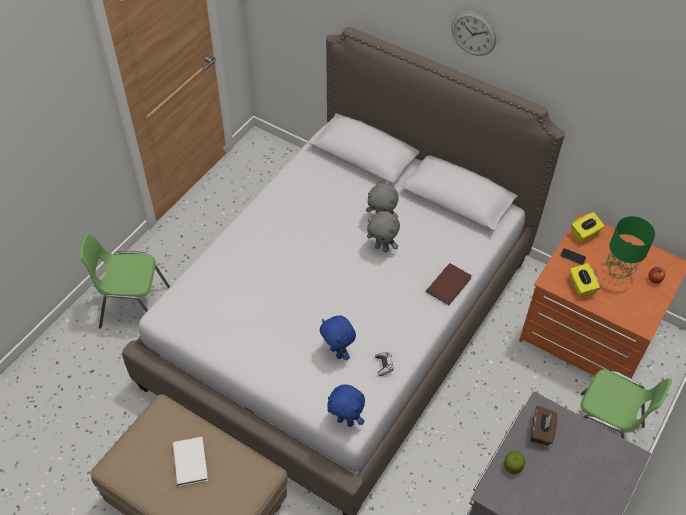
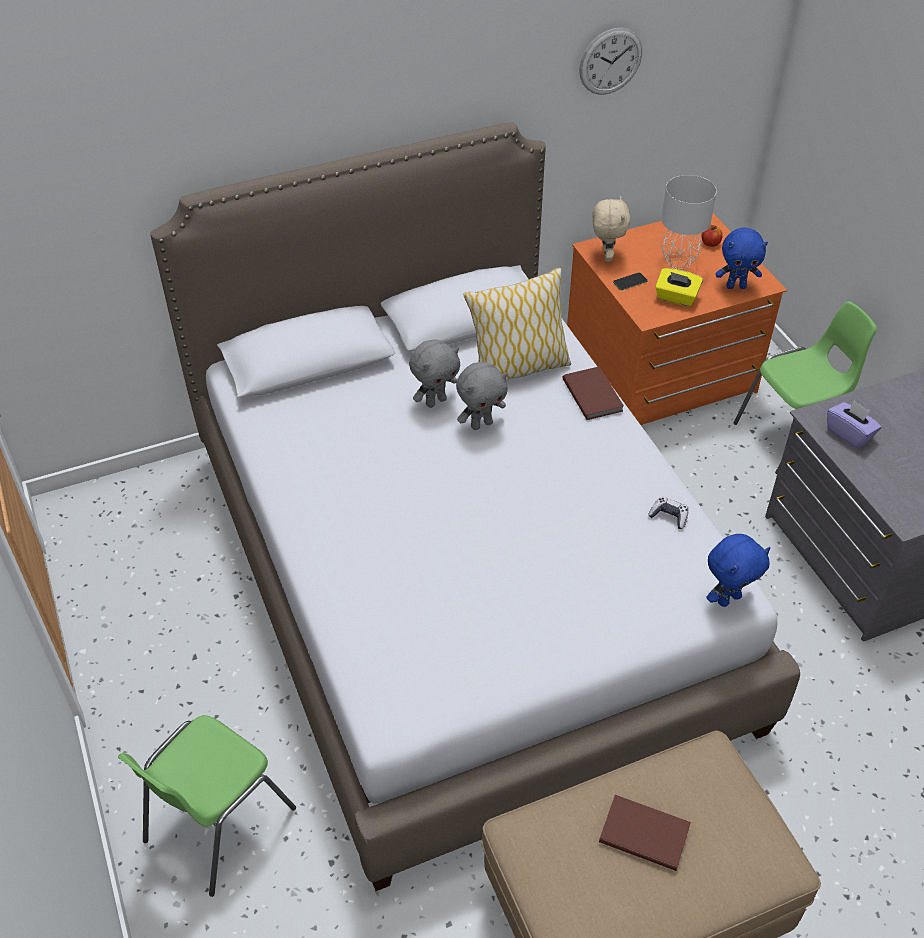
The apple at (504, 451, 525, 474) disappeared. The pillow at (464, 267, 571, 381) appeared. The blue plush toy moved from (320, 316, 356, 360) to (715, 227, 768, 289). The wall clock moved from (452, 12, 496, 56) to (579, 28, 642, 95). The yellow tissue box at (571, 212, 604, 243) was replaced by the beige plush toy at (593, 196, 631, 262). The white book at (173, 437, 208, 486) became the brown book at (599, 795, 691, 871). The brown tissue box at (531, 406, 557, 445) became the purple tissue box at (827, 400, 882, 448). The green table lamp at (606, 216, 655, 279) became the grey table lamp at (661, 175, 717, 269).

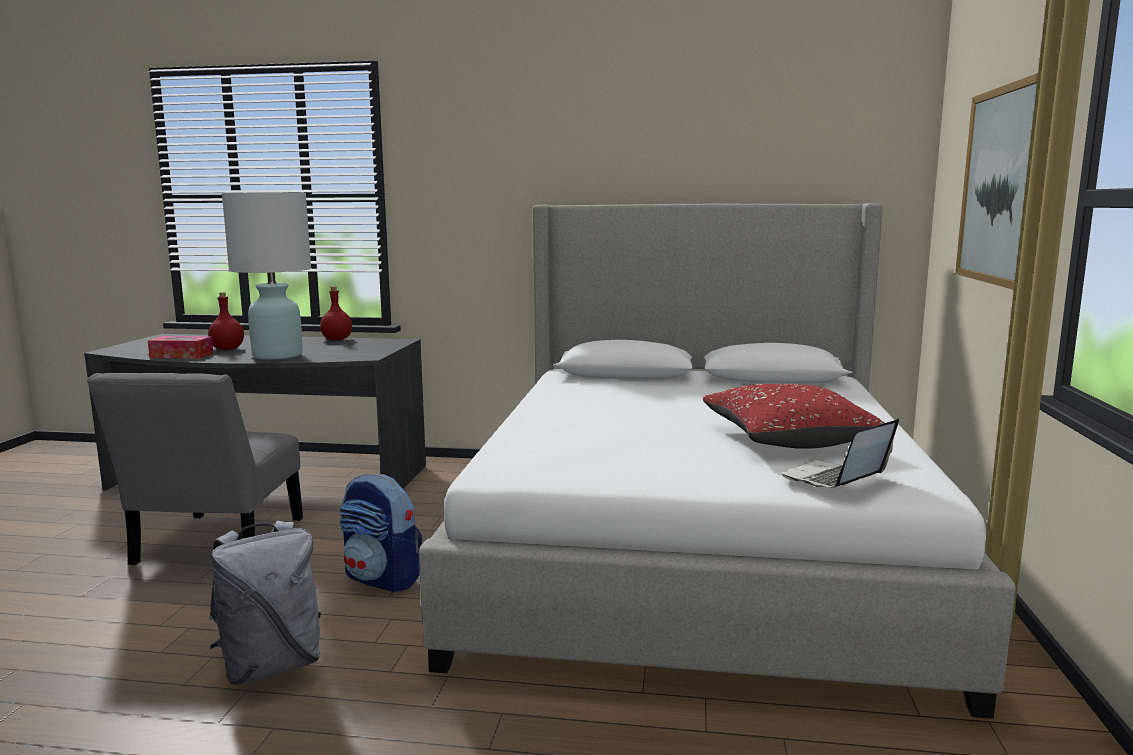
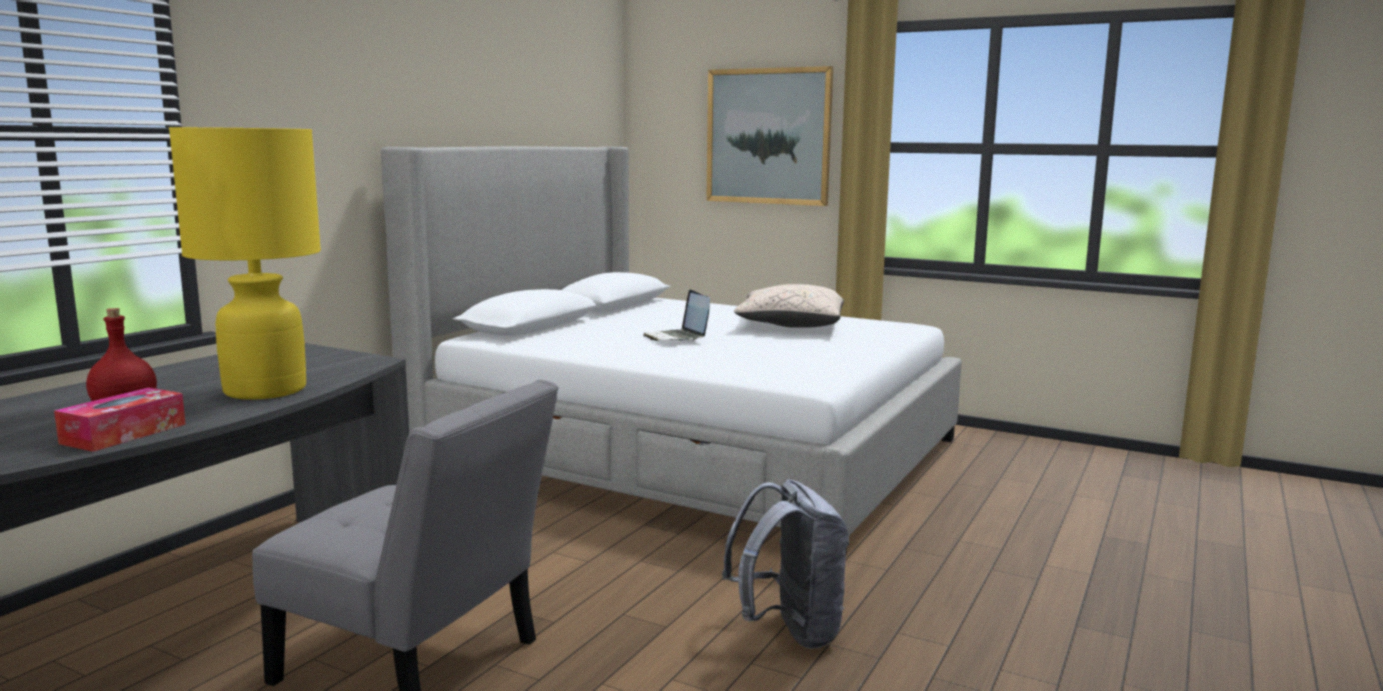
The red bottle at (320, 286, 352, 340) disappeared. The backpack at (339, 474, 422, 593) disappeared. The laptop moved from (782, 419, 899, 488) to (643, 289, 710, 341). The white table lamp at (222, 193, 311, 360) became the yellow table lamp at (169, 127, 321, 400). The red pillow at (703, 384, 884, 449) became the beige pillow at (734, 284, 844, 328).

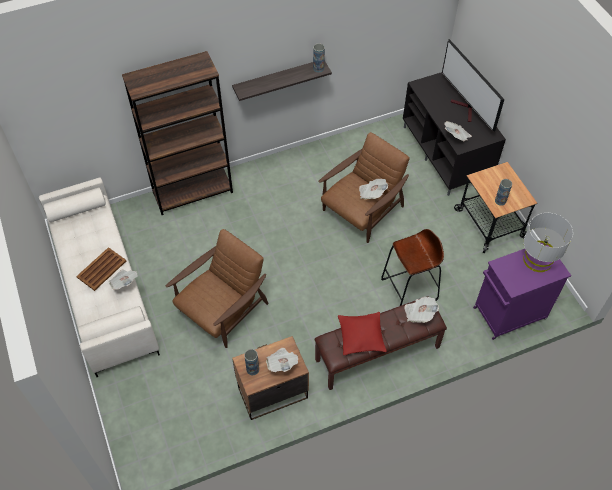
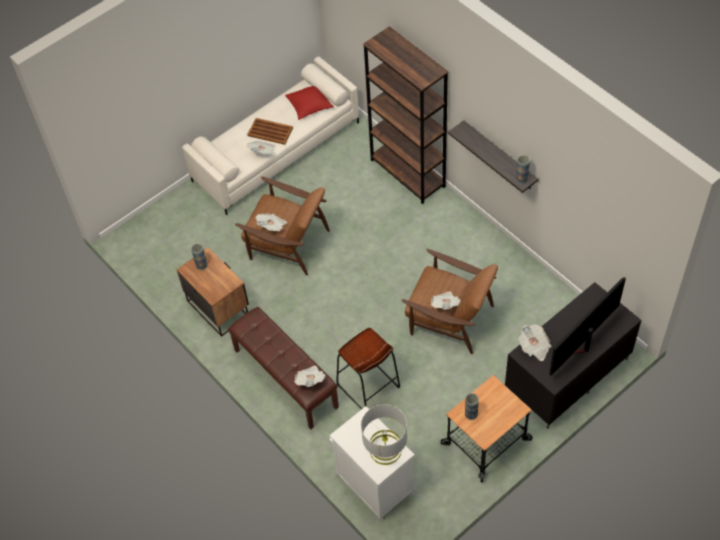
The newspaper moved from (266, 348, 298, 372) to (255, 214, 287, 231). The red pillow moved from (338, 312, 387, 355) to (285, 86, 334, 120). The purple cabinet at (473, 243, 571, 340) became the white cabinet at (330, 406, 415, 522).

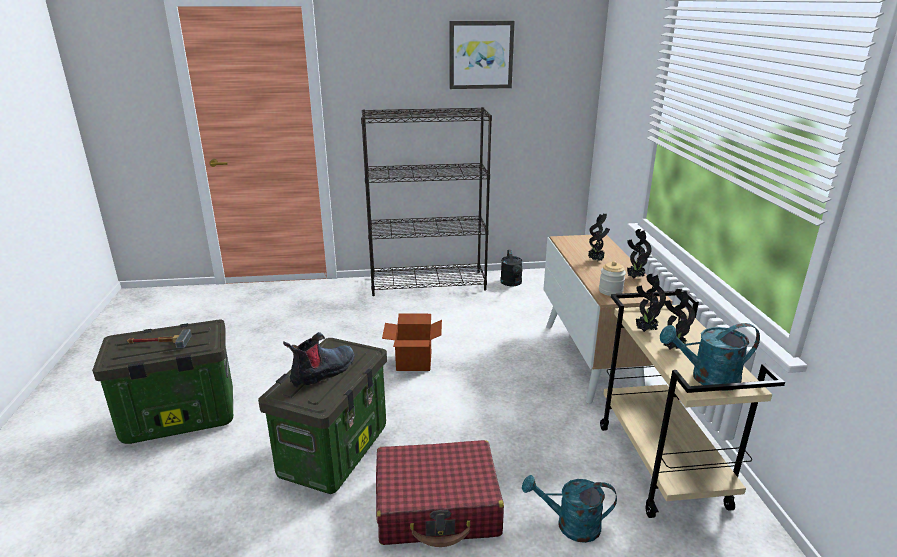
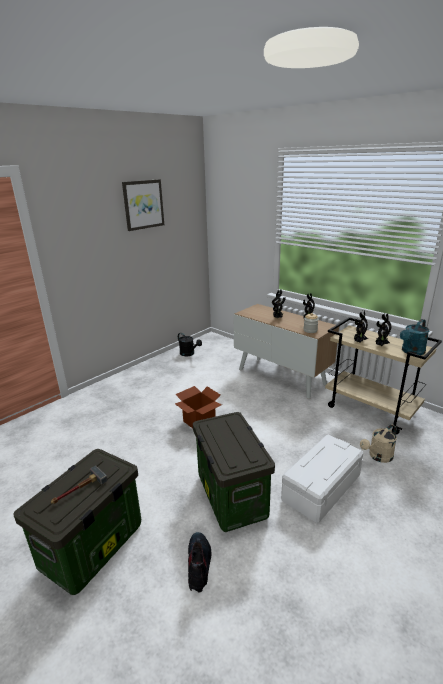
The black bookcase at (361, 107, 492, 296) disappeared. The boot moved from (283, 332, 355, 388) to (188, 532, 211, 593). The red suitcase at (376, 440, 504, 547) was replaced by the white storage box at (281, 434, 363, 523). The turquoise watering can at (522, 475, 617, 543) became the beige watering can at (360, 424, 397, 463).

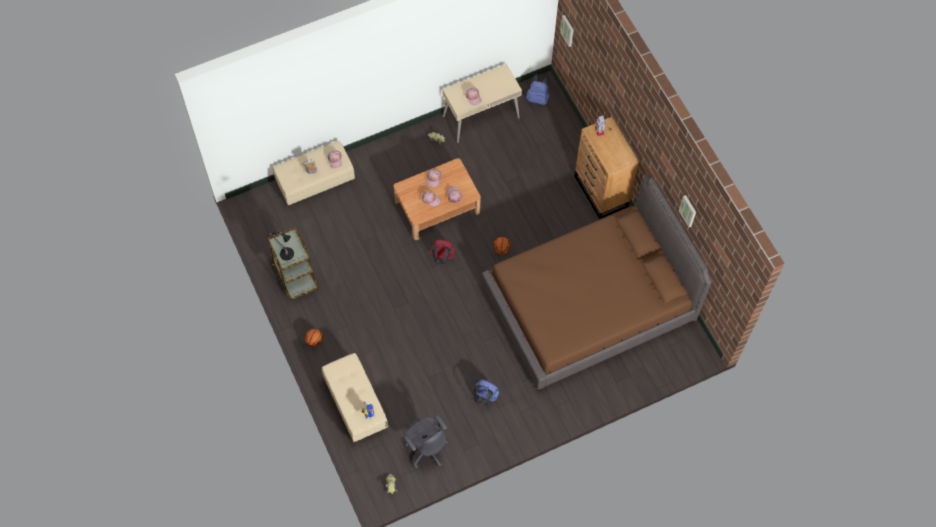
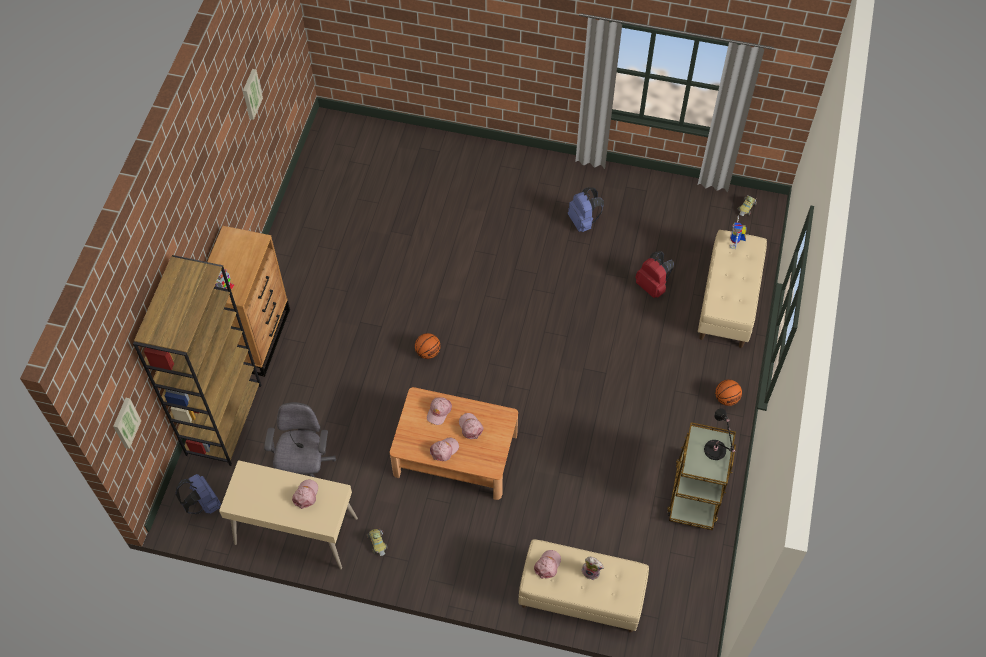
The brown bed at (481, 174, 712, 392) disappeared. The brown bookcase at (133, 255, 261, 466) appeared. The grey office chair moved from (404, 414, 448, 468) to (264, 402, 336, 477). The red backpack moved from (431, 240, 455, 265) to (635, 251, 674, 298).

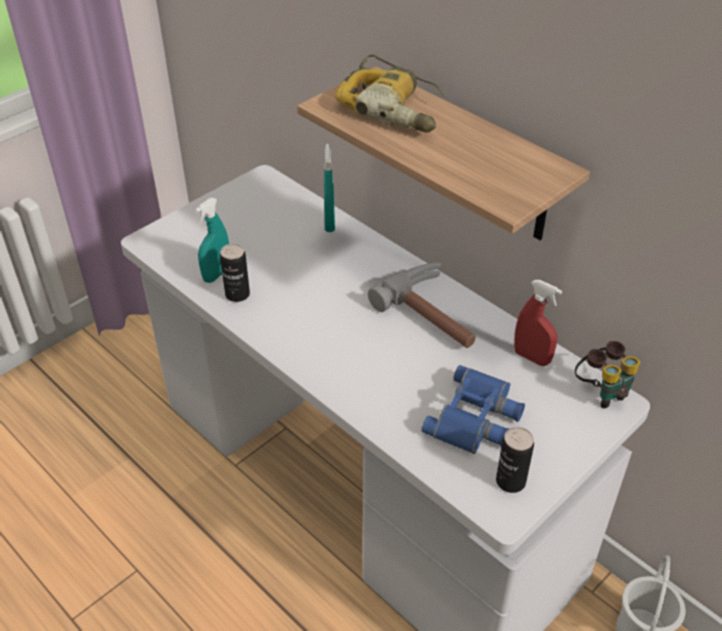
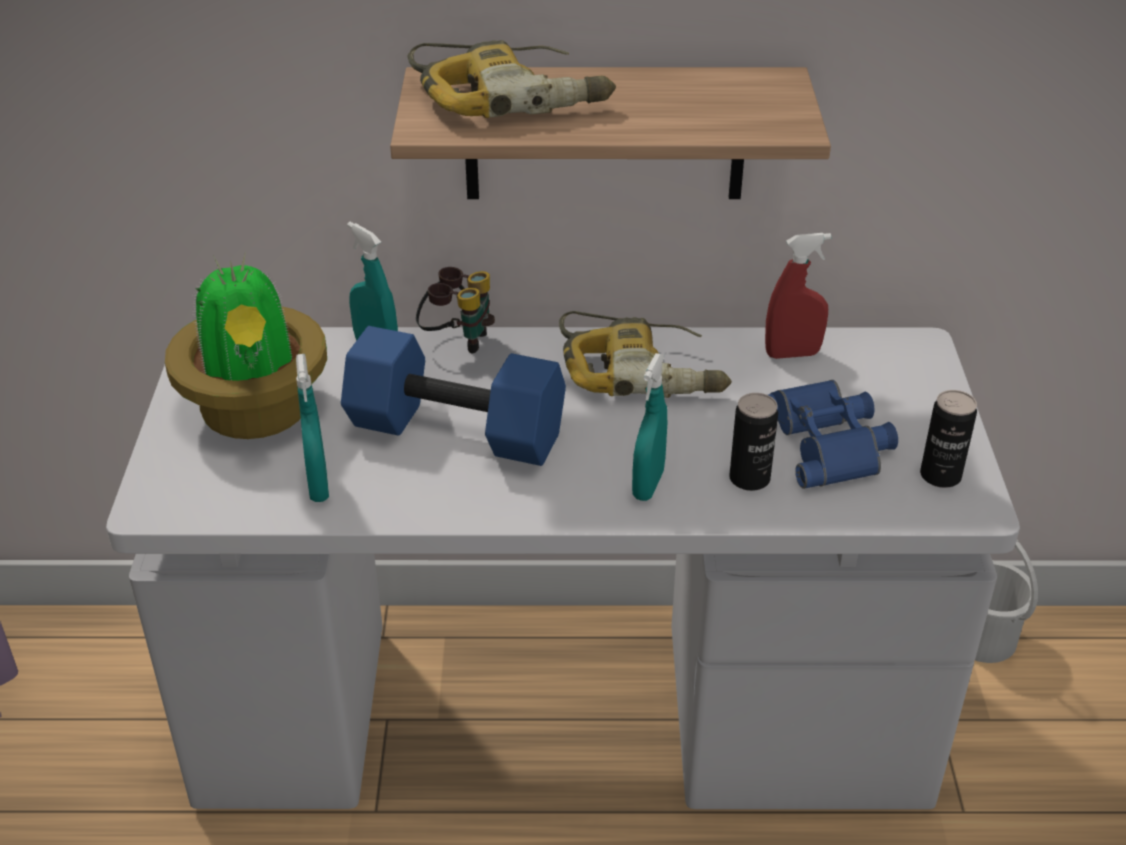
The potted plant at (165, 251, 327, 439) appeared. The blue dumbbell at (341, 326, 566, 466) appeared. The turquoise spray bottle at (632, 353, 667, 501) appeared. The can moved from (220, 244, 250, 302) to (729, 393, 778, 491). The binoculars moved from (575, 341, 640, 408) to (416, 267, 495, 353). The hammer at (368, 262, 476, 348) was replaced by the power drill at (559, 311, 732, 398).

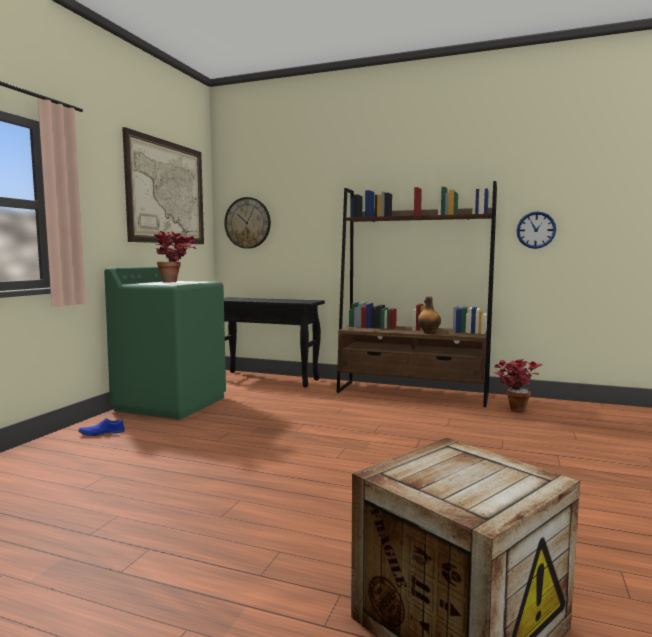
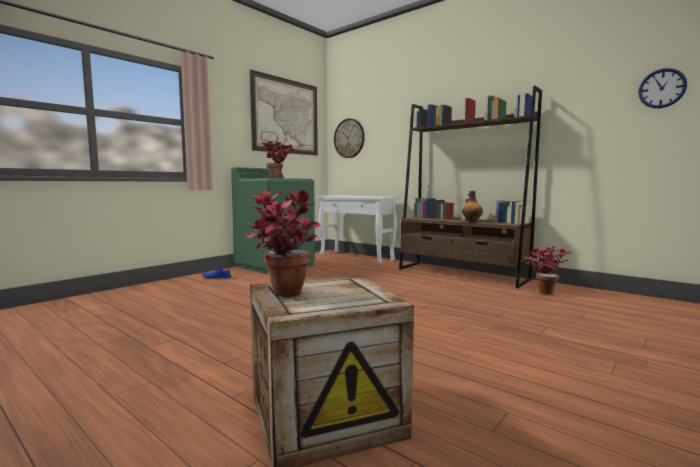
The potted plant at (246, 190, 320, 297) appeared. The wall clock moved from (516, 211, 556, 249) to (638, 68, 687, 108). The black console table at (224, 297, 325, 387) became the white console table at (316, 195, 401, 264).

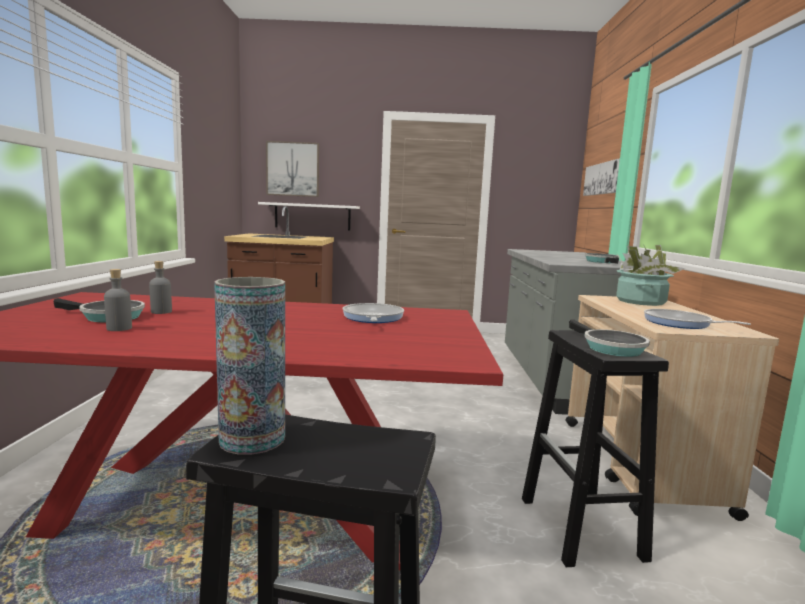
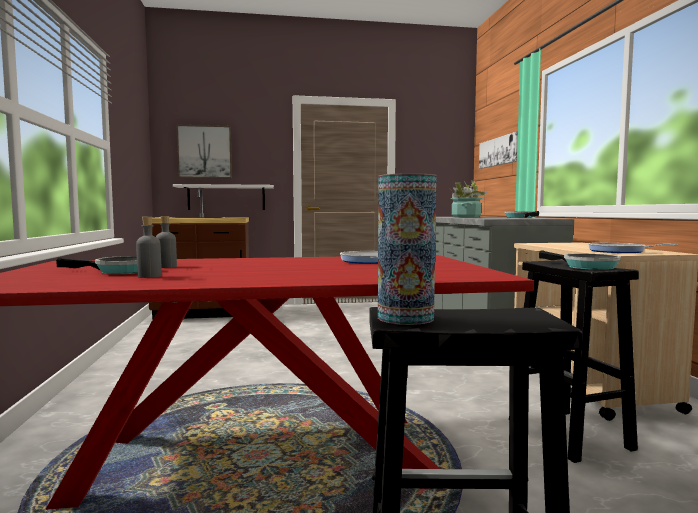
The potted plant moved from (616, 244, 685, 306) to (451, 181, 488, 217).

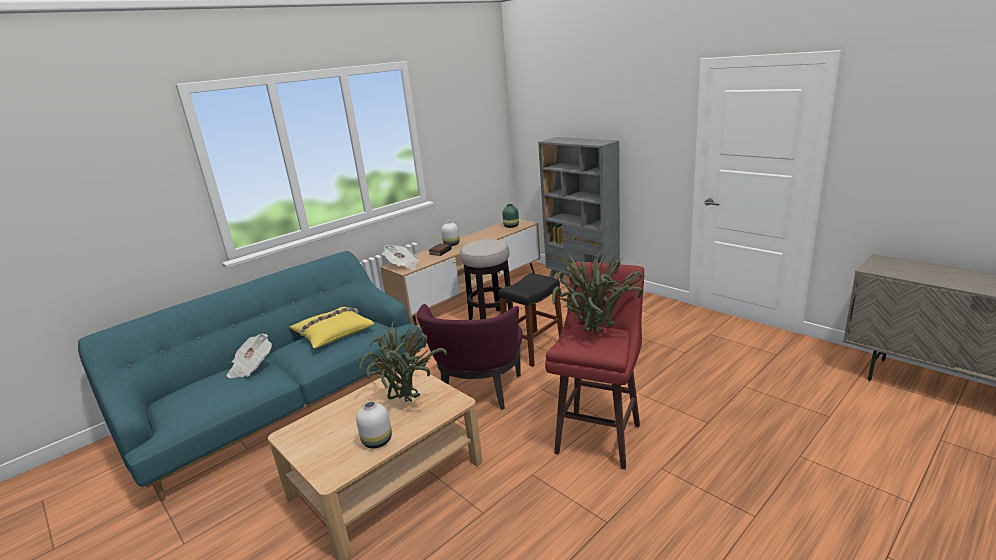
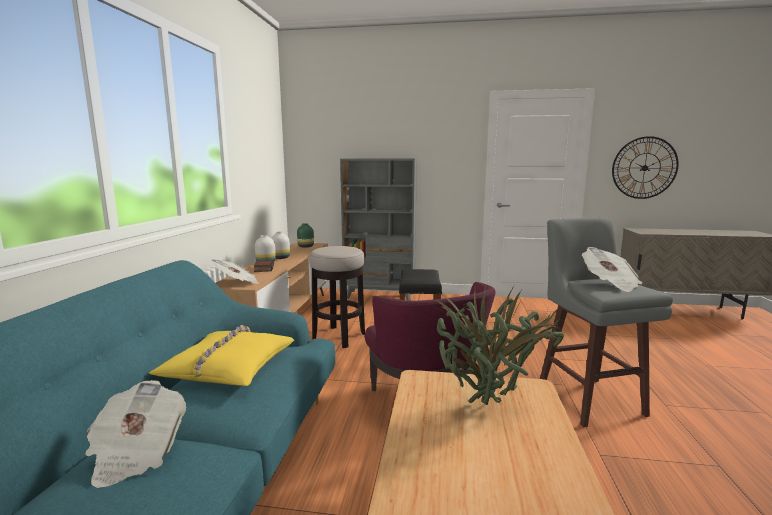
The wall clock at (612, 136, 679, 199) appeared. The white vase moved from (356, 401, 392, 449) to (271, 232, 290, 259). The potted plant at (552, 249, 647, 334) was replaced by the newspaper at (582, 247, 642, 292). The red stool at (545, 262, 644, 469) became the grey stool at (540, 218, 673, 427).

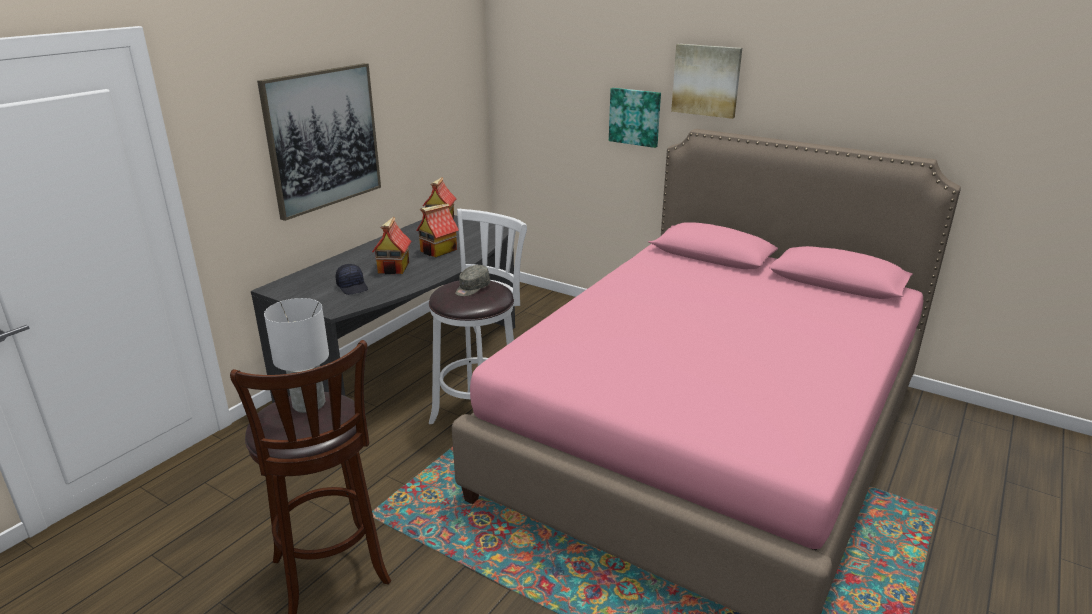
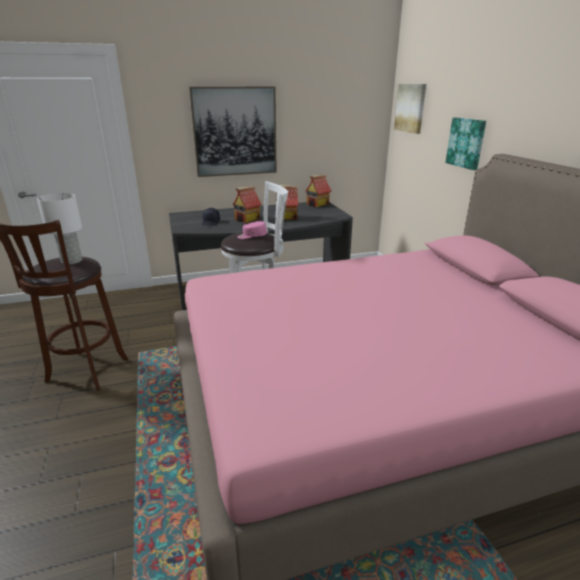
The picture moved from (671, 44, 742, 119) to (394, 84, 426, 134). The grey cap at (455, 265, 490, 296) became the pink cap at (238, 221, 267, 239).

